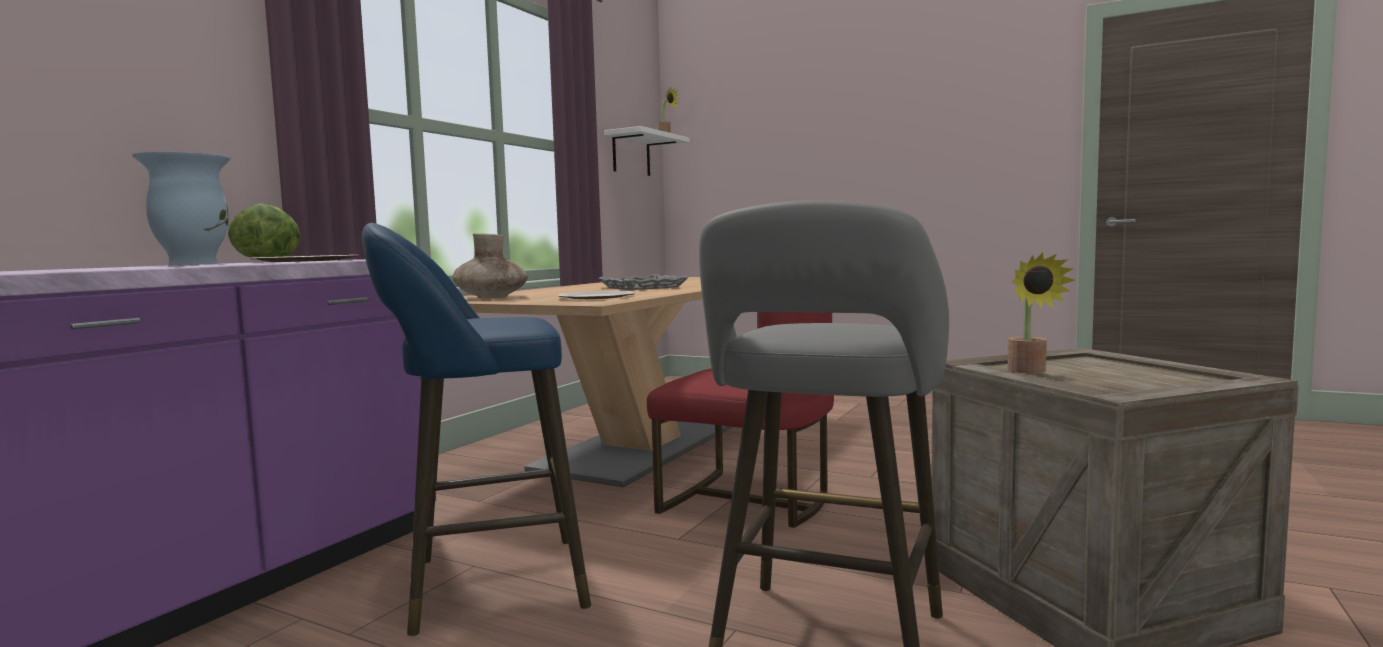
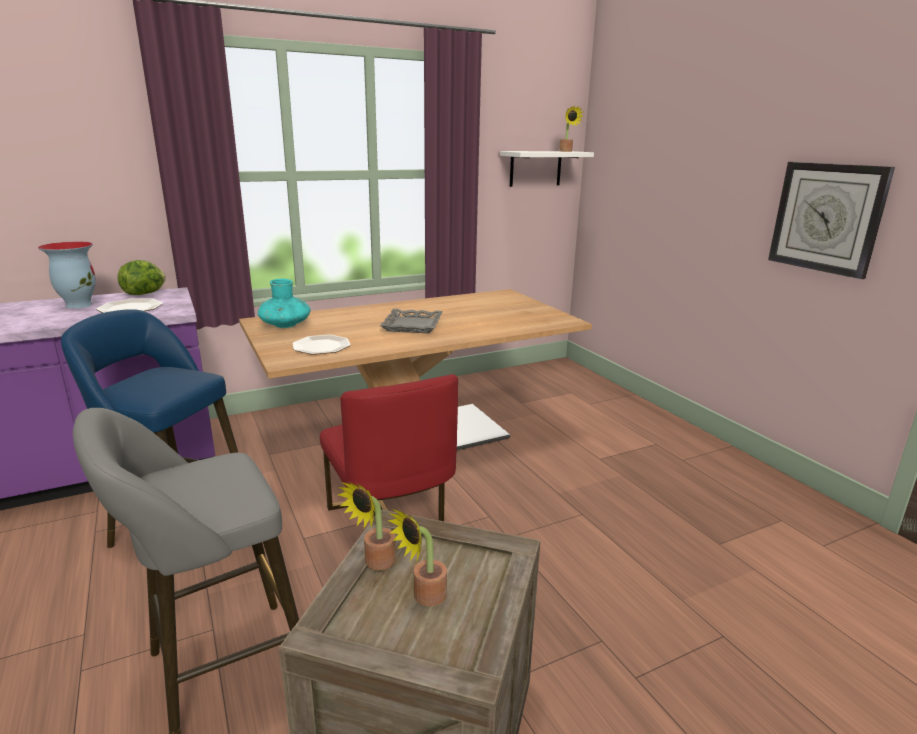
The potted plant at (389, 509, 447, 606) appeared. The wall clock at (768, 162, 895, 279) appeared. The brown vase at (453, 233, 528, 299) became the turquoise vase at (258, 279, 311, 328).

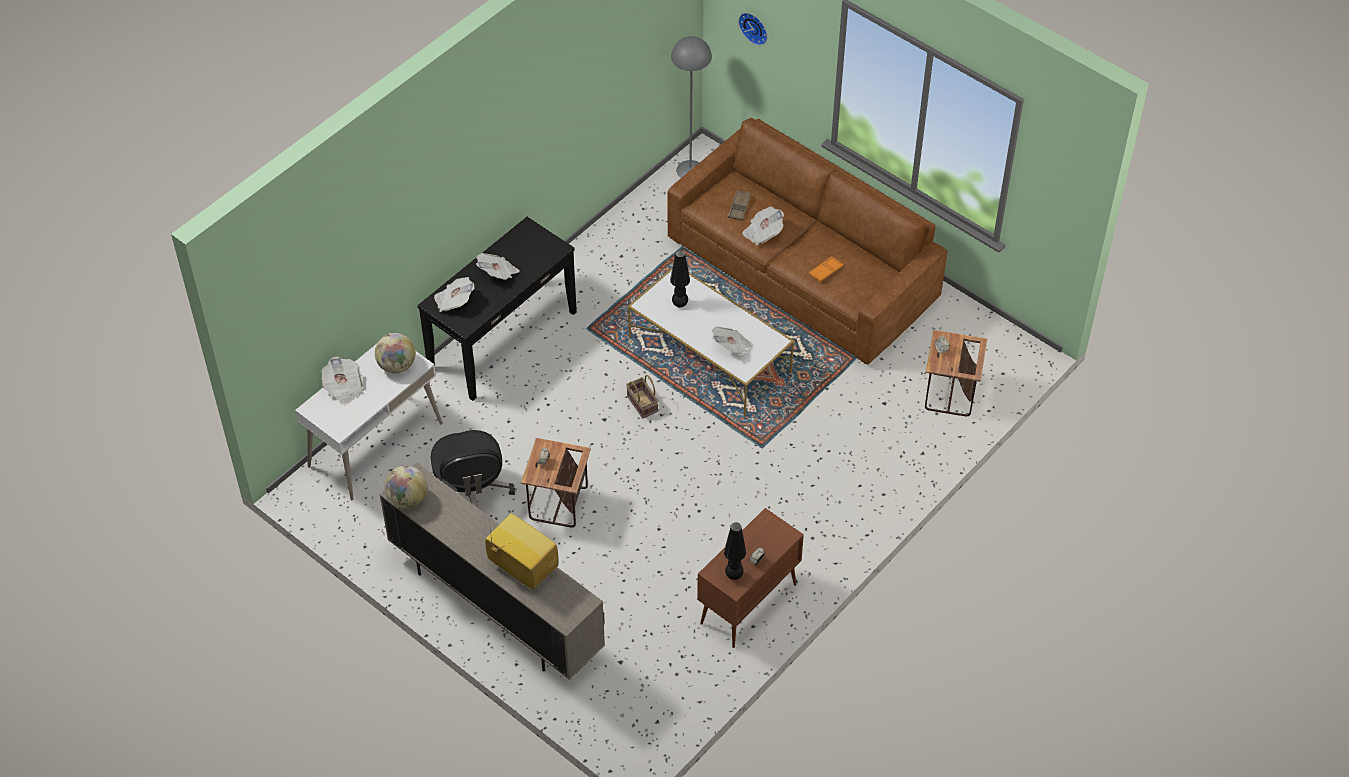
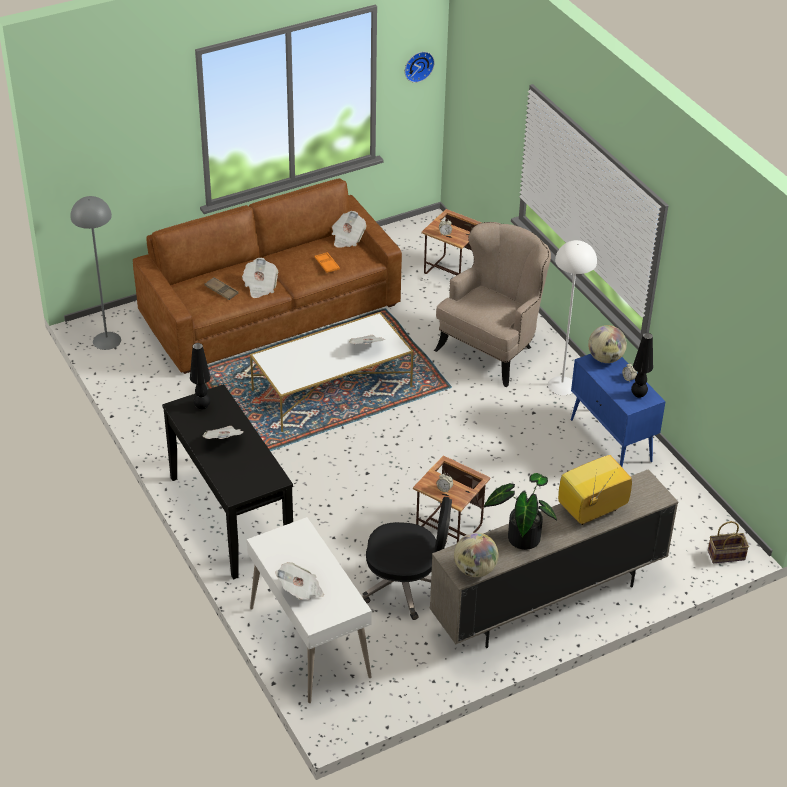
The beige armchair at (434, 222, 551, 387) appeared. The potted plant at (484, 473, 557, 550) appeared. The white floor lamp at (548, 240, 597, 395) appeared. The globe moved from (375, 333, 415, 373) to (588, 325, 627, 363). The newspaper moved from (434, 277, 475, 312) to (332, 211, 366, 248). The basket moved from (626, 375, 658, 419) to (708, 521, 749, 563). The black table lamp moved from (670, 250, 690, 308) to (190, 343, 211, 410). The wall clock moved from (738, 13, 768, 45) to (405, 52, 435, 83). The brown cabinet at (697, 508, 804, 648) became the blue cabinet at (571, 354, 666, 467).

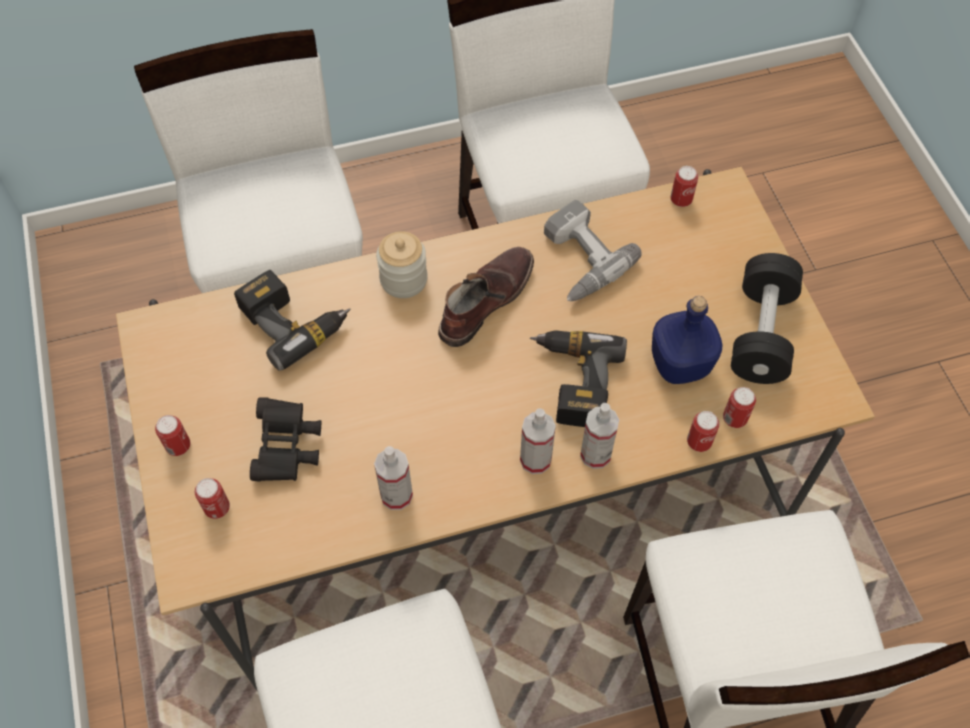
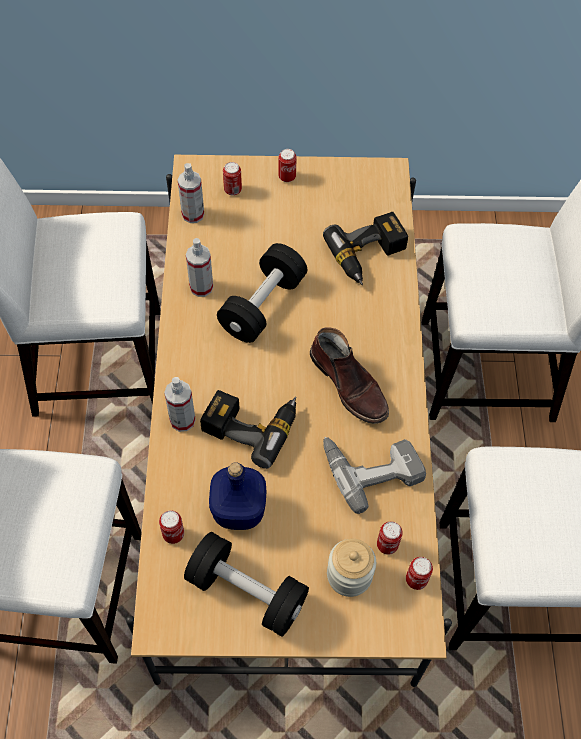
The black binoculars at (250, 397, 321, 482) disappeared. The black dumbbell at (217, 243, 307, 343) appeared. The jar moved from (376, 231, 428, 298) to (327, 539, 376, 597). The spray bottle moved from (520, 408, 556, 474) to (178, 163, 204, 223). The can moved from (687, 411, 719, 452) to (377, 521, 403, 555).

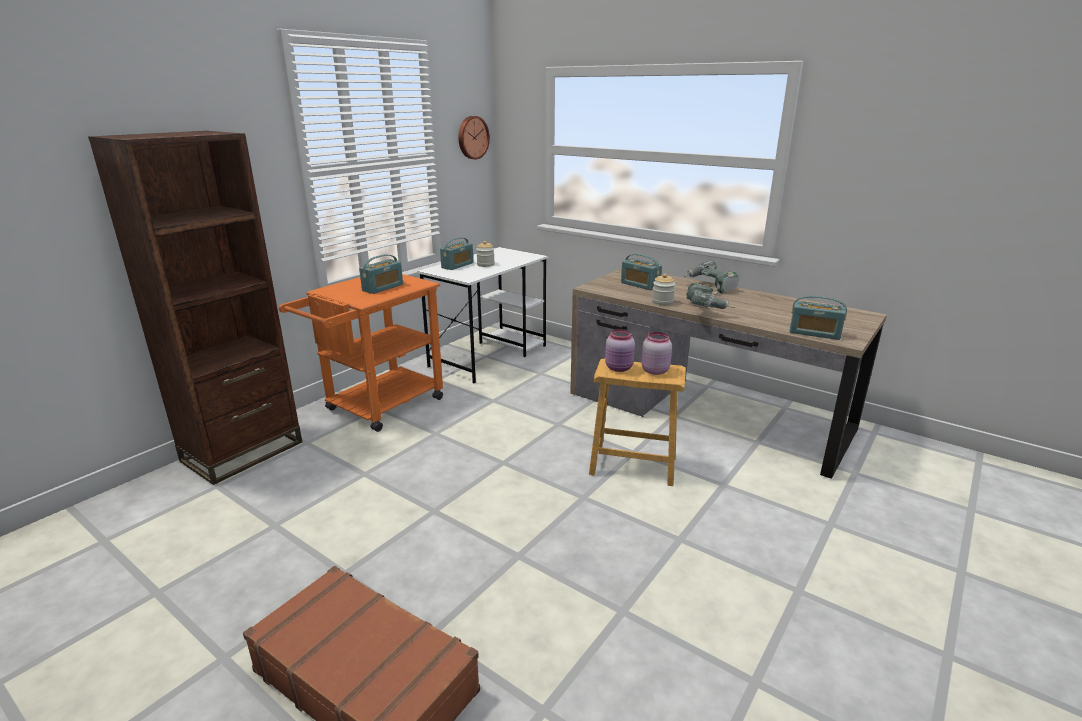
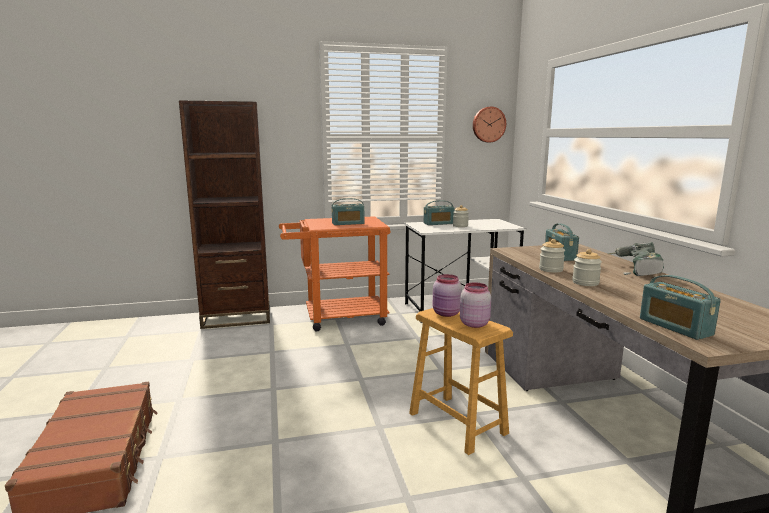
The power drill at (686, 283, 736, 309) was replaced by the jar at (572, 249, 602, 286).

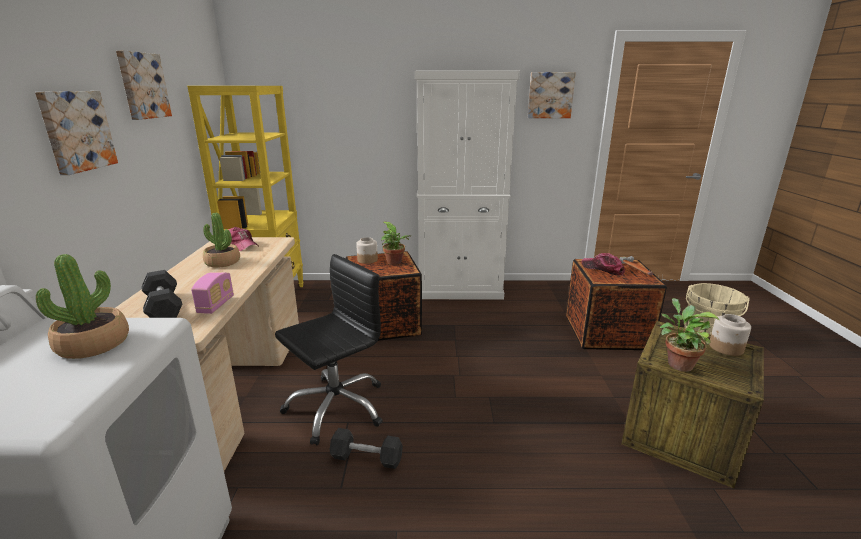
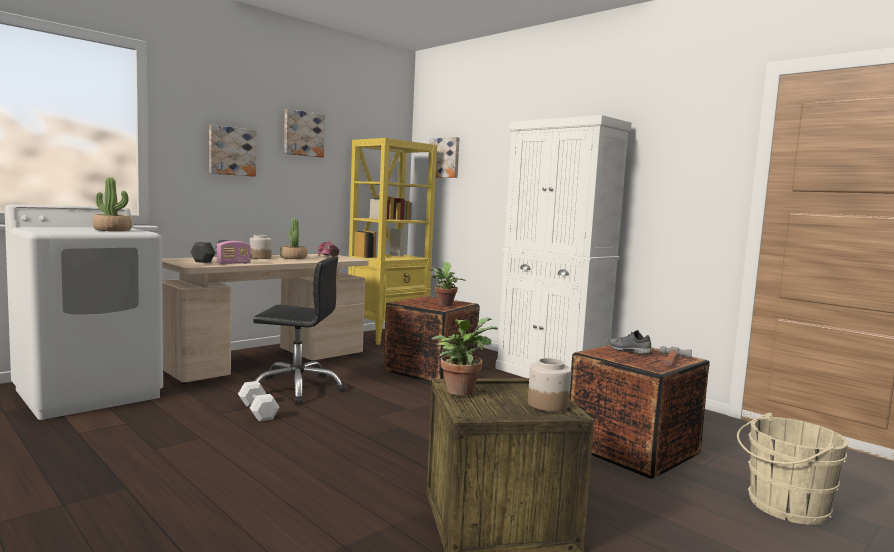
The jar moved from (356, 237, 378, 264) to (250, 235, 272, 259). The picture moved from (528, 72, 576, 118) to (428, 137, 460, 178). The cap at (582, 253, 625, 276) was replaced by the grey shoe at (608, 330, 653, 354). The black dumbbell at (330, 428, 403, 469) became the white dumbbell at (238, 381, 280, 422).

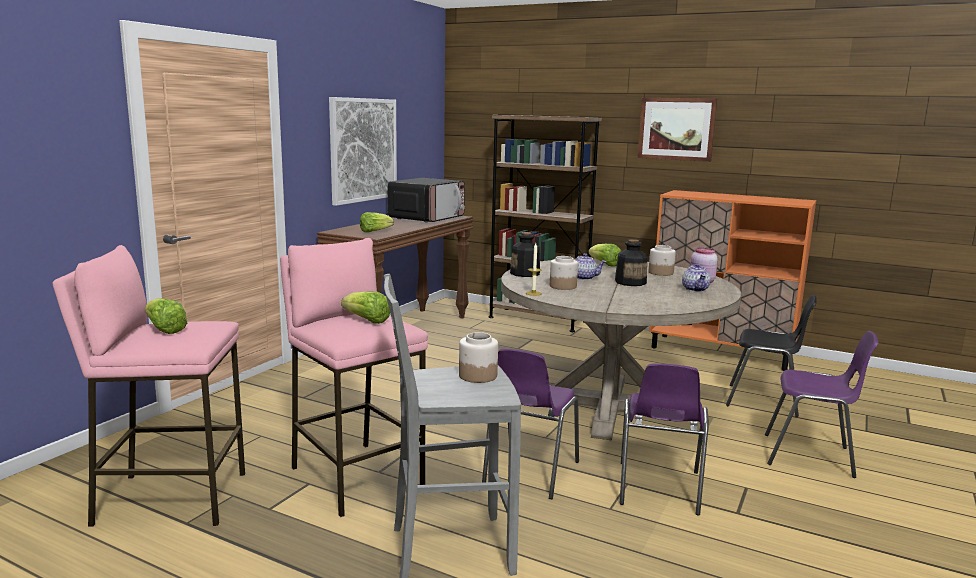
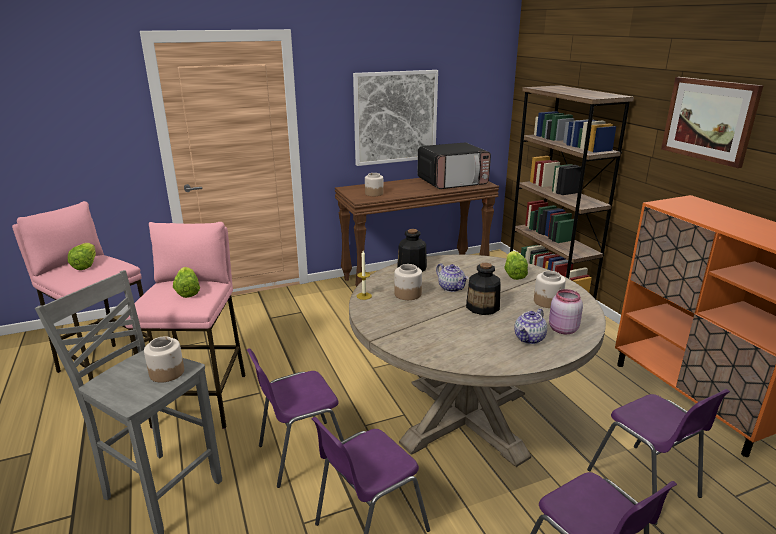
The lettuce at (360, 212, 394, 232) was replaced by the jar at (365, 173, 383, 196). The black chair at (726, 295, 817, 417) became the purple chair at (587, 389, 730, 525).

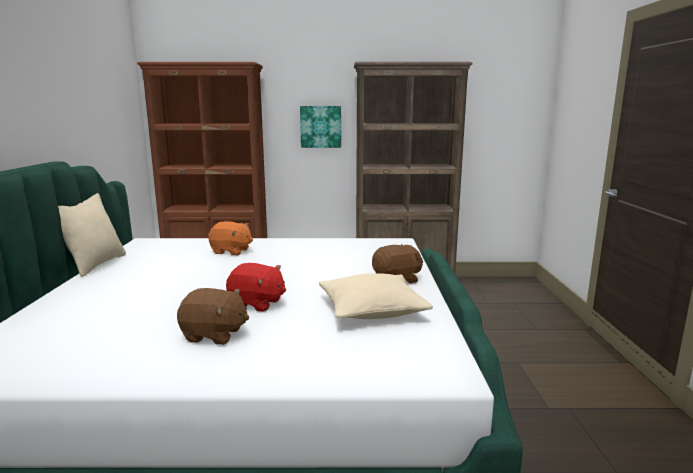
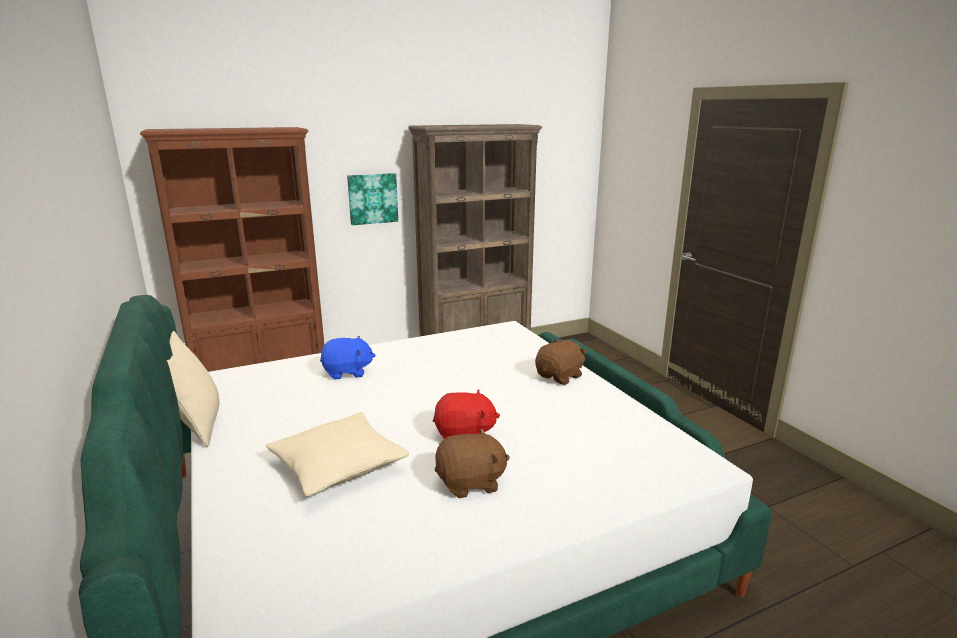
The beige pillow moved from (319, 273, 433, 319) to (266, 412, 409, 497). The orange plush toy at (208, 221, 253, 255) became the blue plush toy at (320, 336, 376, 380).

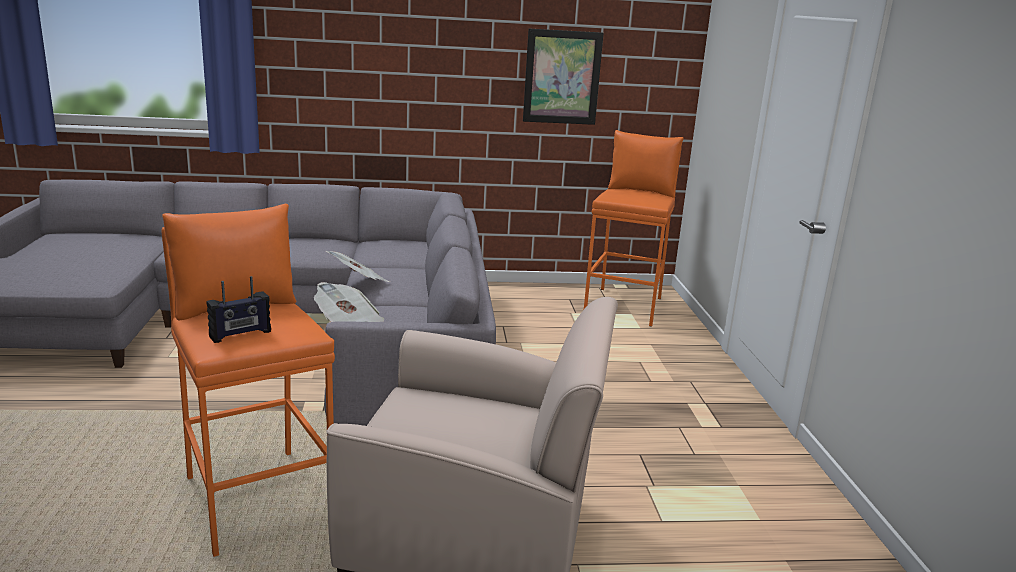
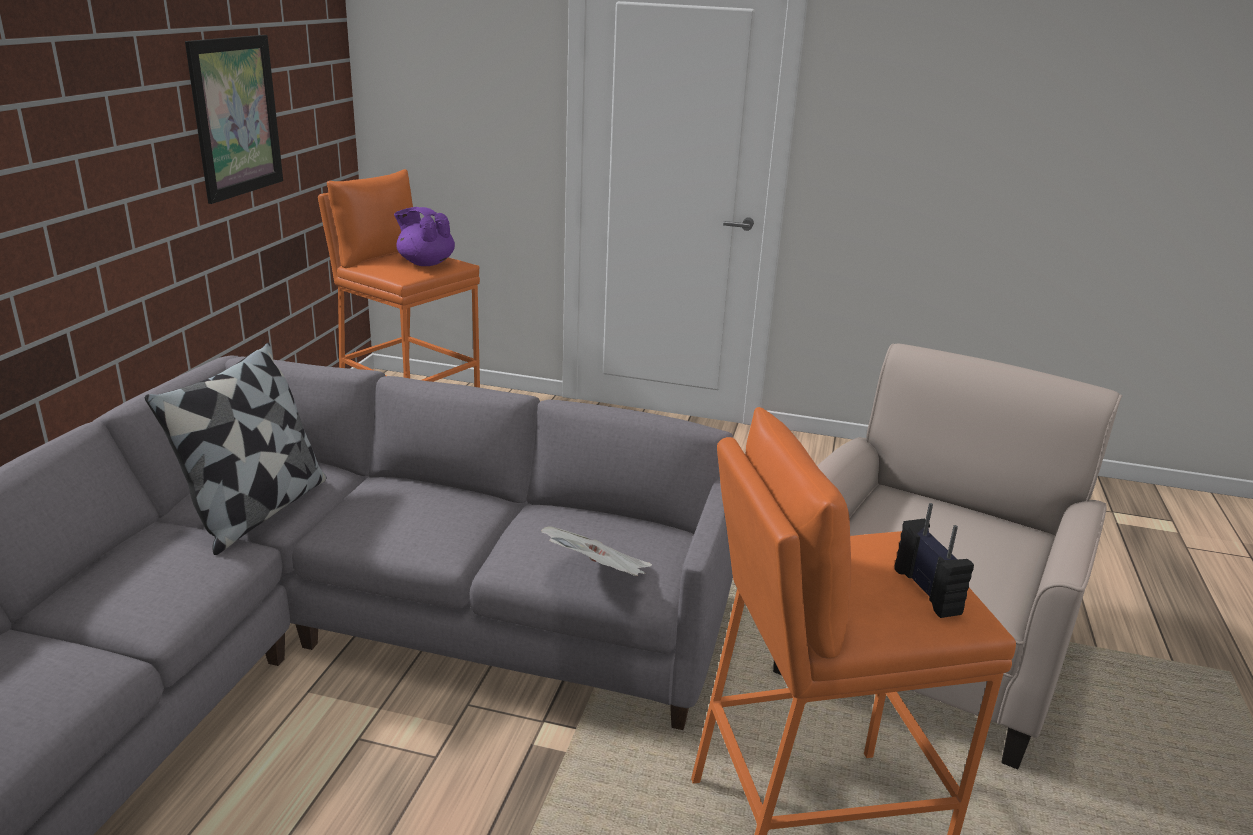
The newspaper at (326, 251, 390, 282) disappeared. The pillow at (145, 343, 326, 555) appeared. The purple teapot at (394, 207, 455, 266) appeared.

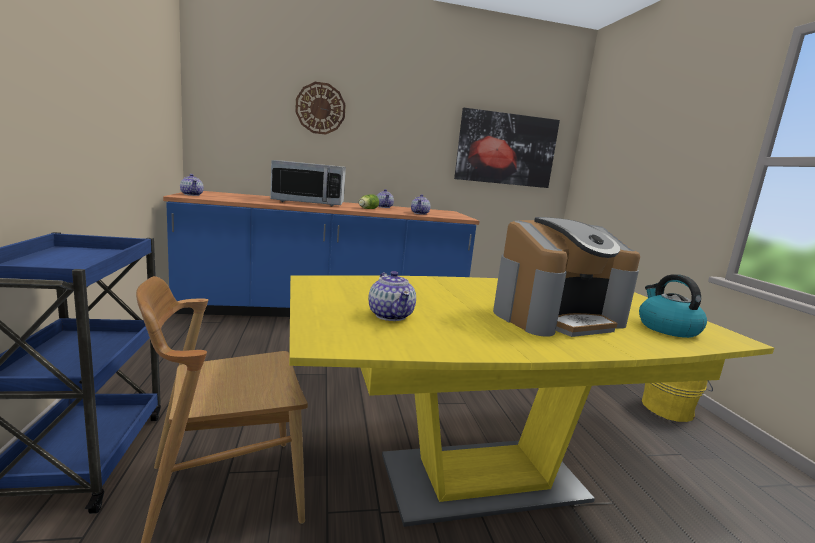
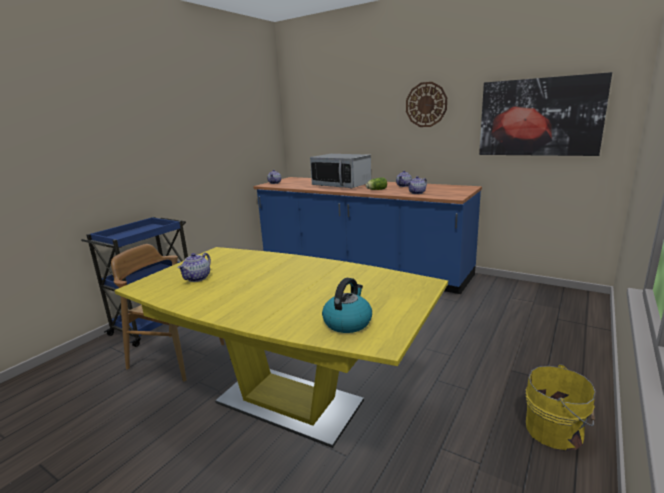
The coffee machine at (493, 217, 640, 337) disappeared. The wall clock moved from (295, 82, 346, 135) to (406, 82, 447, 127).

